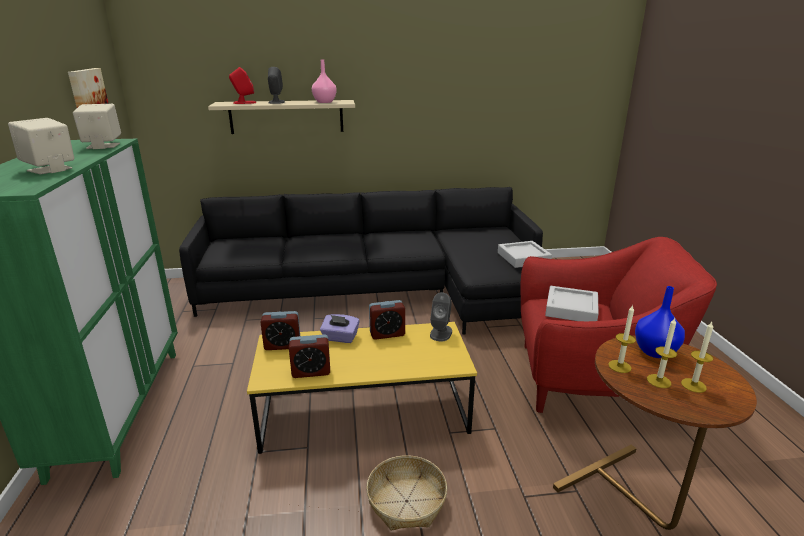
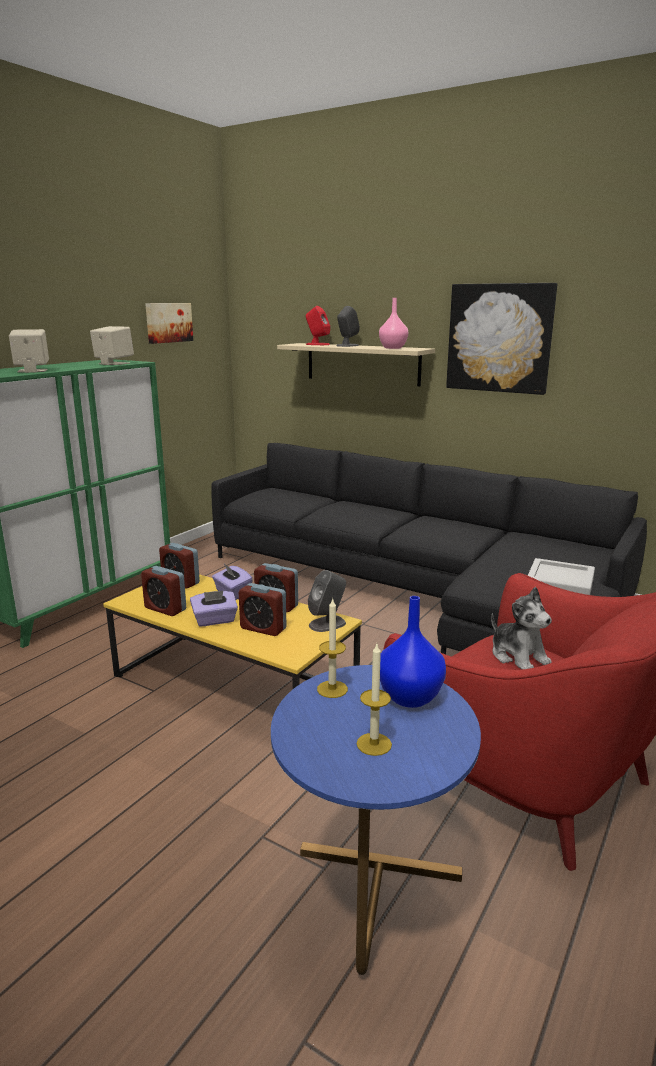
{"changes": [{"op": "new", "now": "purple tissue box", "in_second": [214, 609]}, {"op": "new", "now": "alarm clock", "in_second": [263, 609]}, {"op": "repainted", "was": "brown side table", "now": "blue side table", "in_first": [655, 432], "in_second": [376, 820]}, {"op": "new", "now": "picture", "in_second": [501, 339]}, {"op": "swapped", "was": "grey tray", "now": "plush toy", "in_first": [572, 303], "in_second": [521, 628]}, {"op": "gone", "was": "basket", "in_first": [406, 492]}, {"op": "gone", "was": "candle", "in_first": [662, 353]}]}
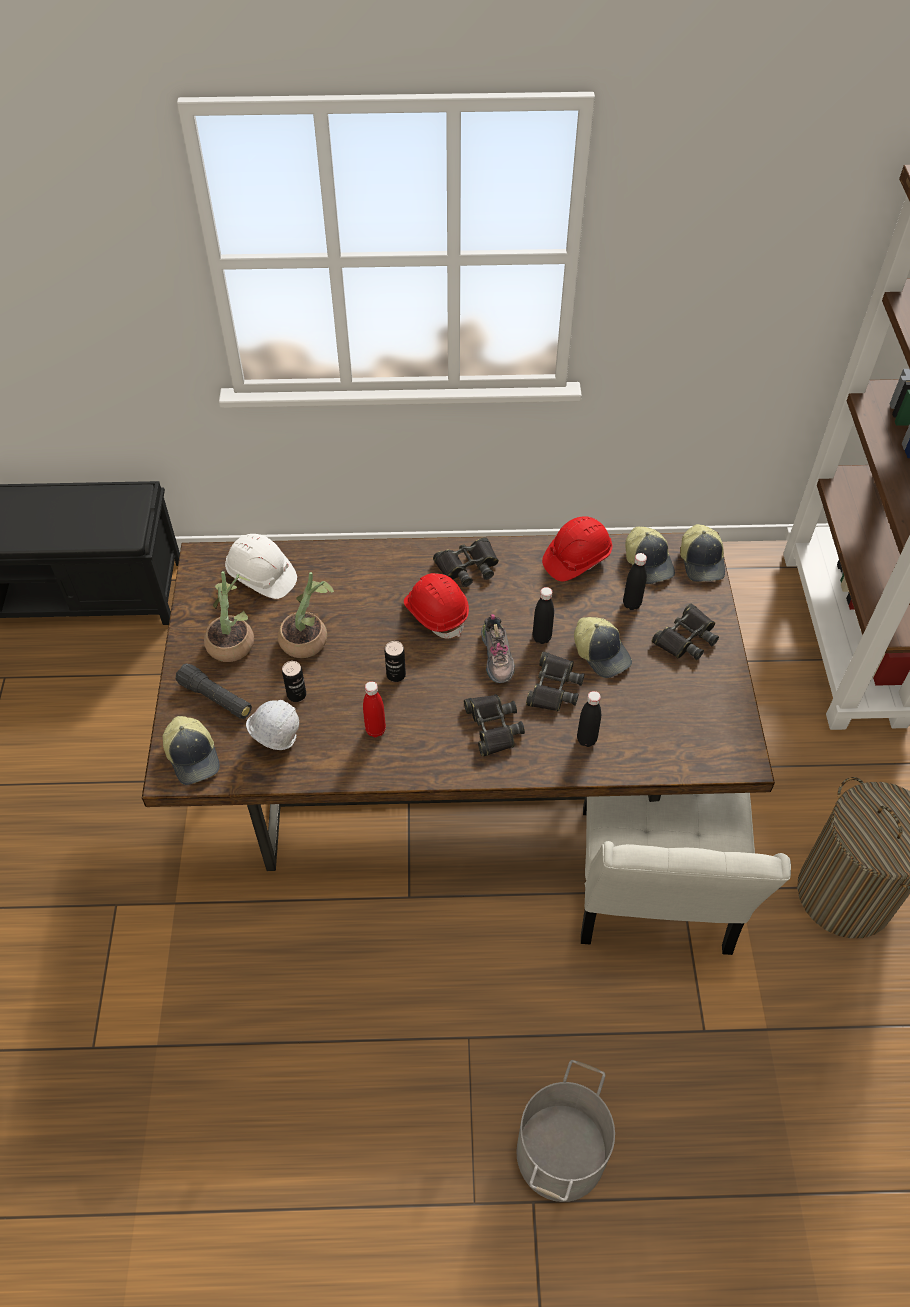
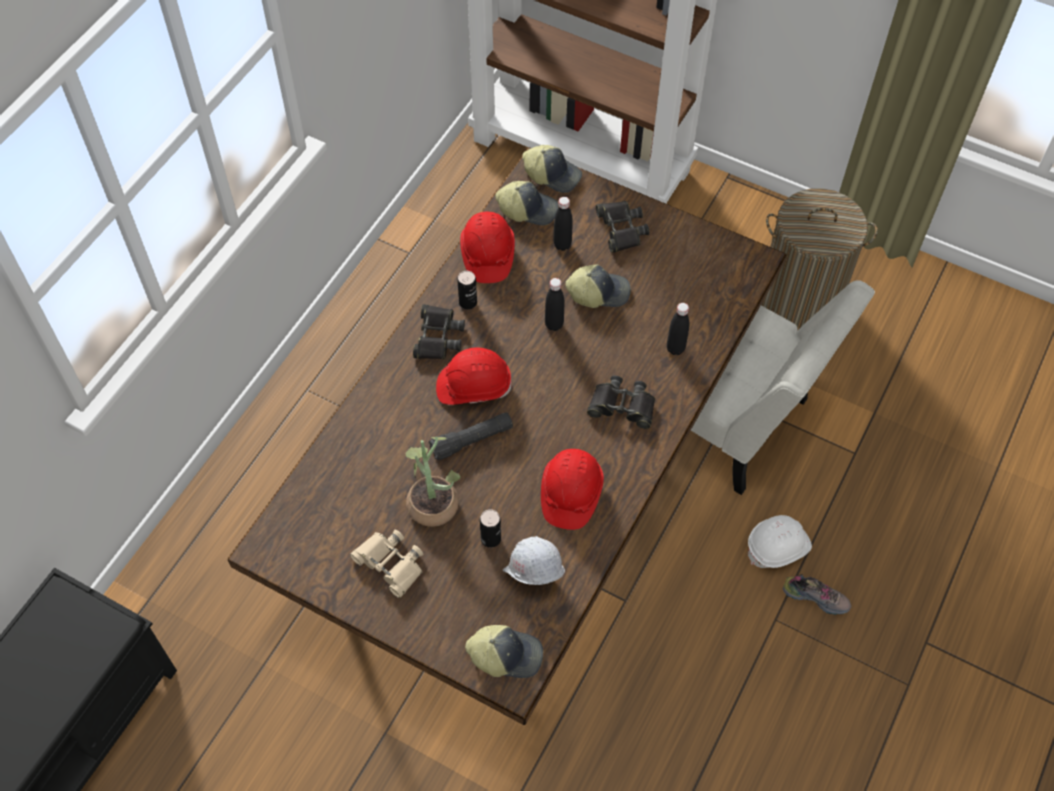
{"changes": [{"op": "swapped", "was": "potted plant", "now": "beige binoculars", "in_first": [229, 616], "in_second": [386, 563]}, {"op": "shifted", "was": "black flashlight", "in_first": [213, 691], "in_second": [471, 436]}, {"op": "shifted", "was": "can", "in_first": [395, 661], "in_second": [467, 290]}, {"op": "swapped", "was": "red bottle", "now": "red hard hat", "in_first": [374, 709], "in_second": [572, 489]}, {"op": "shifted", "was": "white hard hat", "in_first": [261, 566], "in_second": [780, 541]}, {"op": "shifted", "was": "shoe", "in_first": [498, 648], "in_second": [816, 594]}, {"op": "gone", "was": "grey bucket", "in_first": [565, 1131]}, {"op": "gone", "was": "black binoculars", "in_first": [555, 681]}]}
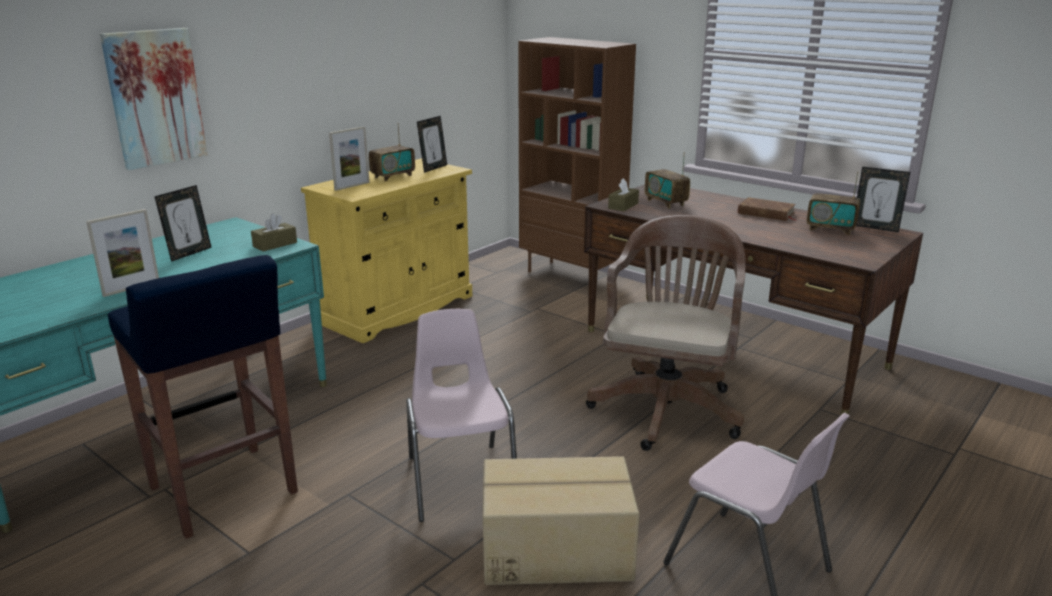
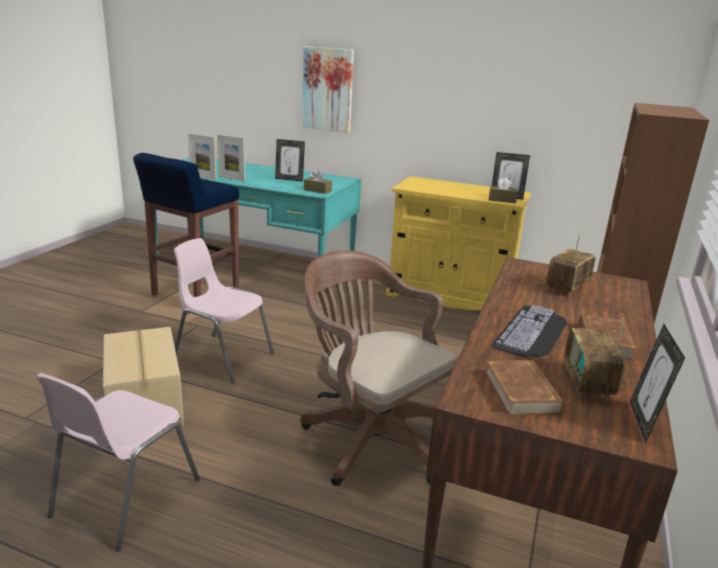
{"changes": [{"op": "rotated", "was": "pink chair", "in_first": [461, 415], "in_second": [224, 310], "clockwise": -120}, {"op": "shifted", "was": "picture frame", "in_first": [349, 158], "in_second": [202, 157]}, {"op": "rotated", "was": "brown office chair", "in_first": [665, 333], "in_second": [378, 368], "clockwise": -135}, {"op": "new", "now": "brown book", "in_second": [524, 387]}, {"op": "shifted", "was": "brown tissue box", "in_first": [623, 194], "in_second": [503, 190]}, {"op": "new", "now": "keyboard", "in_second": [530, 331]}, {"op": "gone", "was": "radio", "in_first": [392, 152]}]}
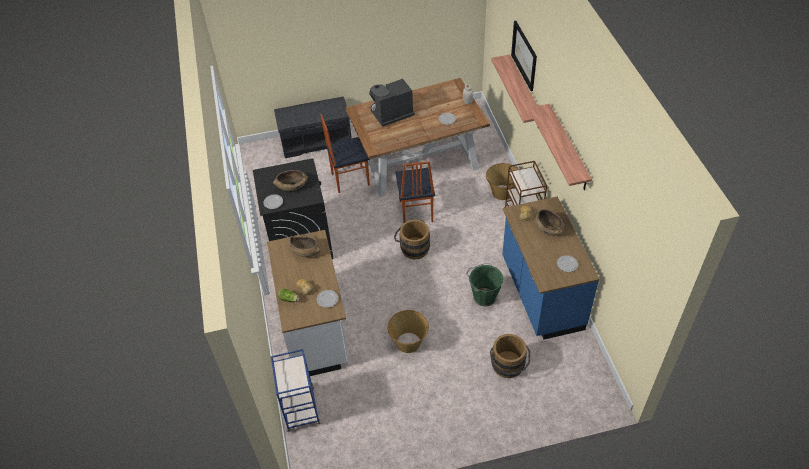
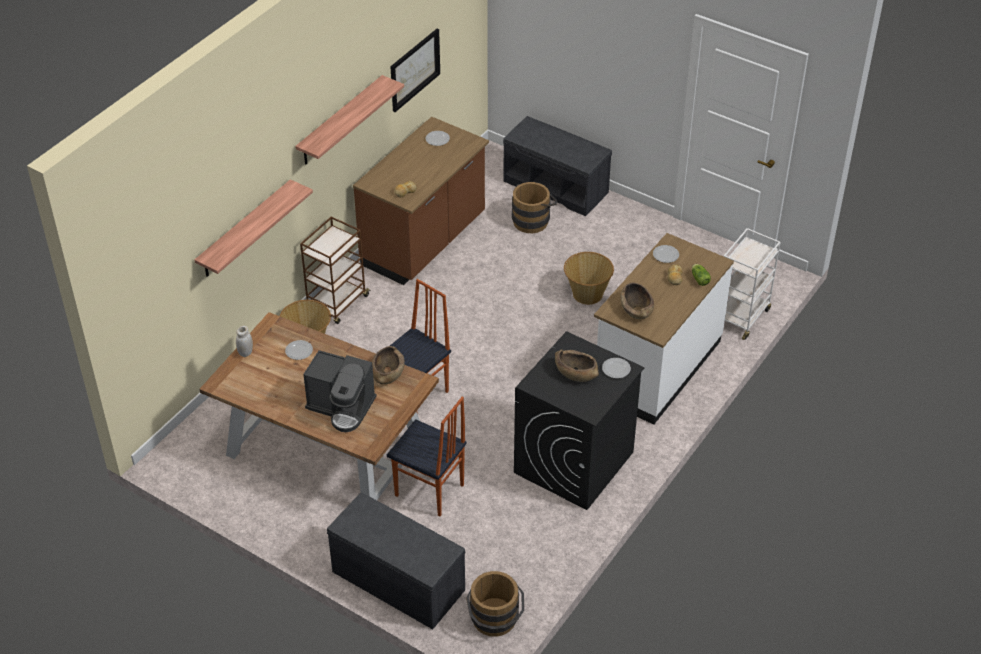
{"changes": [{"op": "repainted", "was": "blue counter", "now": "brown counter", "in_first": [550, 268], "in_second": [421, 201]}, {"op": "shifted", "was": "brown bowl", "in_first": [549, 222], "in_second": [388, 365]}, {"op": "shifted", "was": "picture", "in_first": [524, 56], "in_second": [415, 70]}, {"op": "shifted", "was": "brown bucket", "in_first": [412, 240], "in_second": [495, 604]}, {"op": "new", "now": "grey bench", "in_second": [557, 166]}, {"op": "repainted", "was": "blue cart", "now": "white cart", "in_first": [296, 390], "in_second": [752, 284]}, {"op": "gone", "was": "green bucket", "in_first": [484, 284]}]}
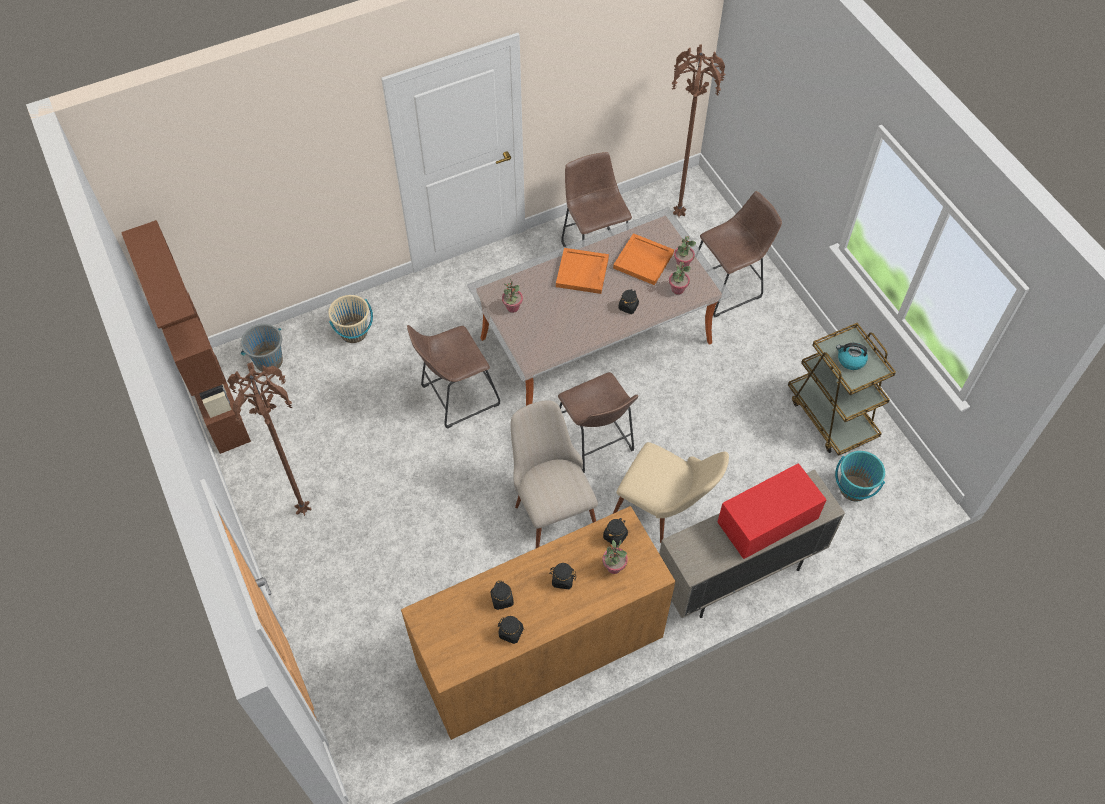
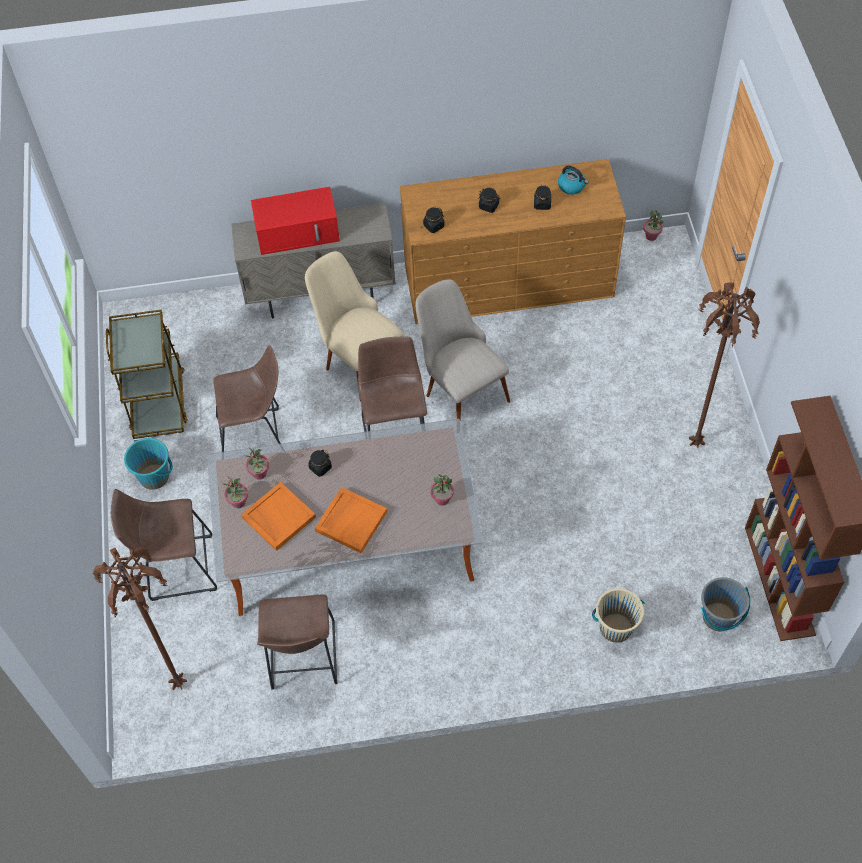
{"changes": [{"op": "shifted", "was": "turquoise bucket", "in_first": [860, 476], "in_second": [148, 464]}, {"op": "shifted", "was": "brown stool", "in_first": [453, 377], "in_second": [247, 398]}, {"op": "rotated", "was": "beige chair", "in_first": [554, 474], "in_second": [462, 349], "clockwise": 150}, {"op": "shifted", "was": "kettle", "in_first": [852, 356], "in_second": [573, 180]}, {"op": "shifted", "was": "potted plant", "in_first": [615, 557], "in_second": [653, 225]}, {"op": "gone", "was": "black jar", "in_first": [511, 630]}]}
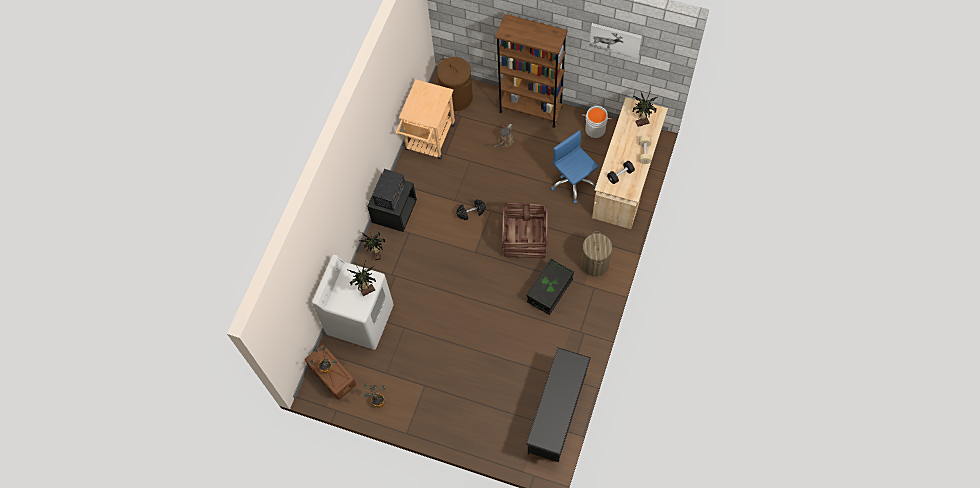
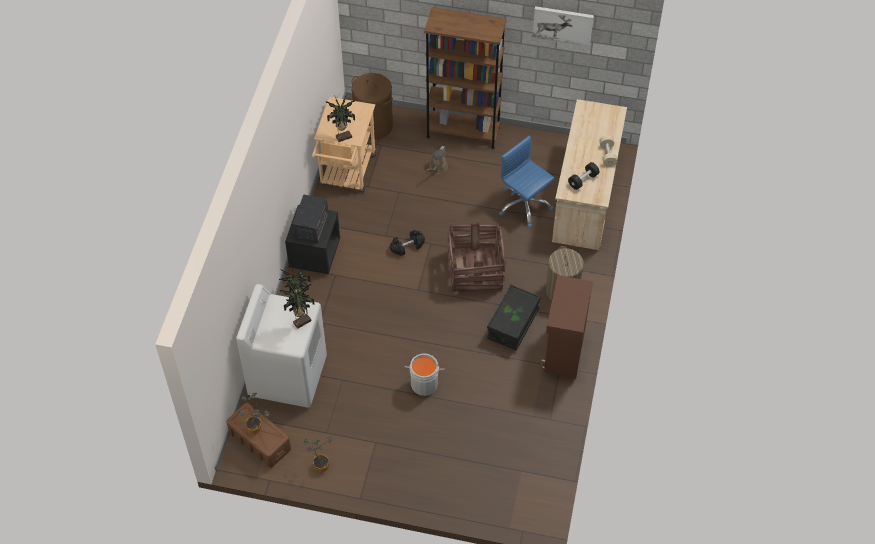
{"changes": [{"op": "shifted", "was": "potted plant", "in_first": [645, 108], "in_second": [340, 118]}, {"op": "shifted", "was": "grey bucket", "in_first": [597, 122], "in_second": [424, 374]}, {"op": "new", "now": "brown cabinet", "in_second": [567, 326]}, {"op": "gone", "was": "black shoe rack", "in_first": [558, 405]}]}
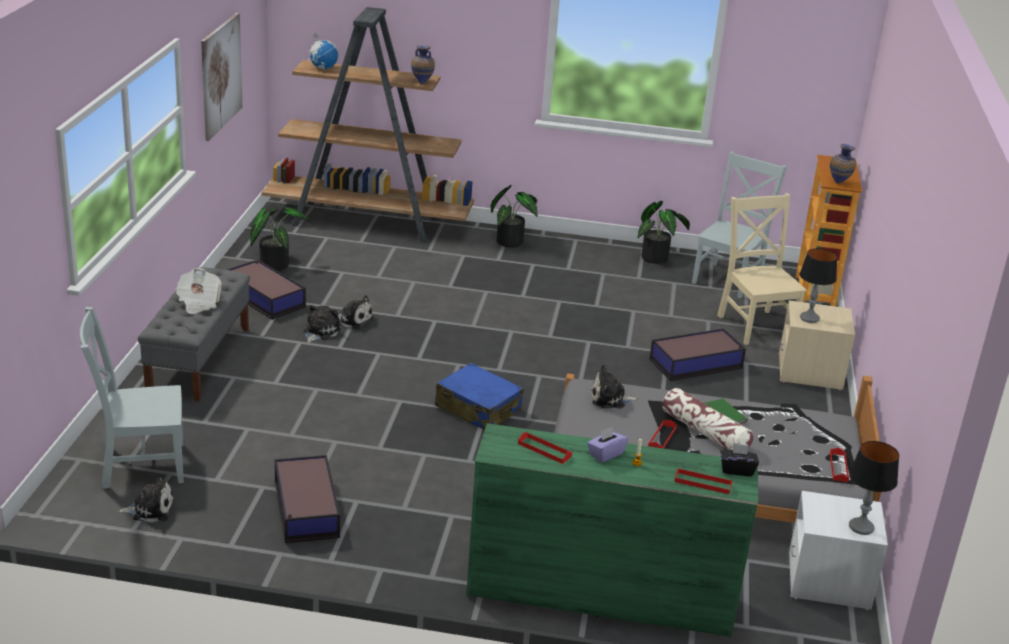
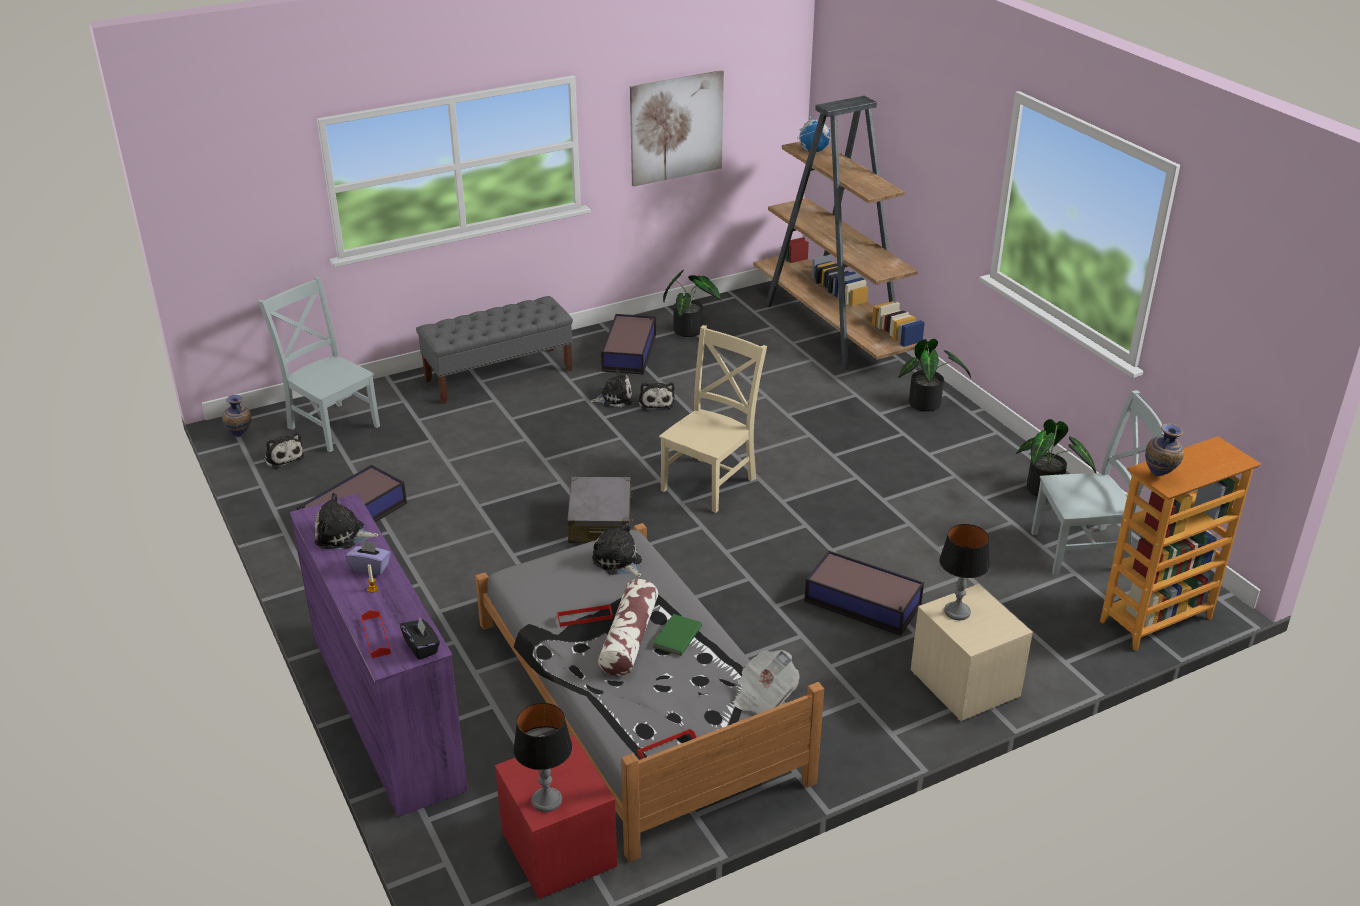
{"changes": [{"op": "shifted", "was": "vase", "in_first": [423, 64], "in_second": [236, 416]}, {"op": "repainted", "was": "green dresser", "now": "purple dresser", "in_first": [612, 530], "in_second": [379, 655]}, {"op": "swapped", "was": "red tray", "now": "plush toy", "in_first": [545, 448], "in_second": [346, 520]}, {"op": "repainted", "was": "white nightstand", "now": "red nightstand", "in_first": [838, 550], "in_second": [556, 817]}, {"op": "repainted", "was": "blue suitcase", "now": "grey suitcase", "in_first": [479, 396], "in_second": [600, 510]}, {"op": "shifted", "was": "beige chair", "in_first": [762, 269], "in_second": [713, 419]}, {"op": "shifted", "was": "newspaper", "in_first": [198, 291], "in_second": [766, 682]}]}
